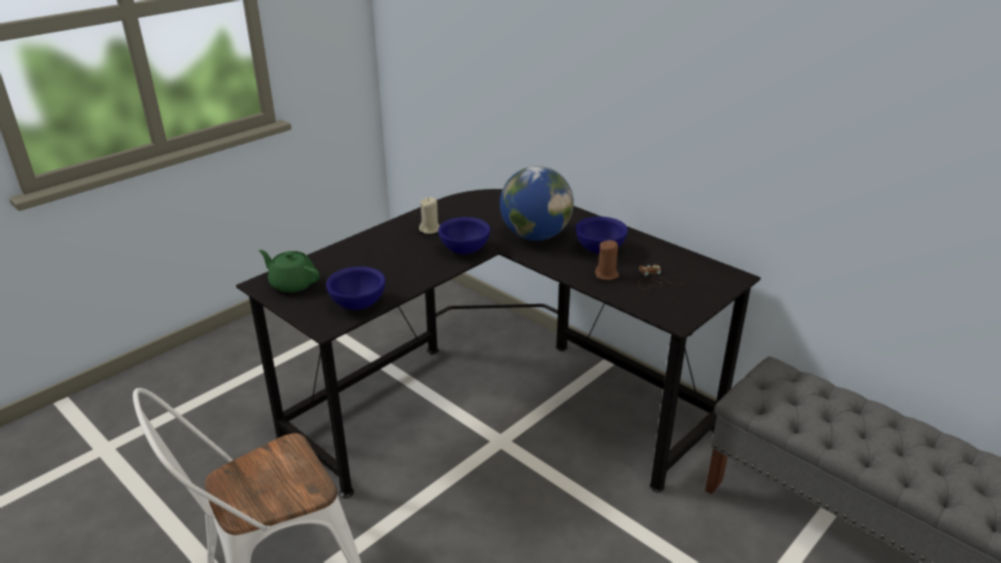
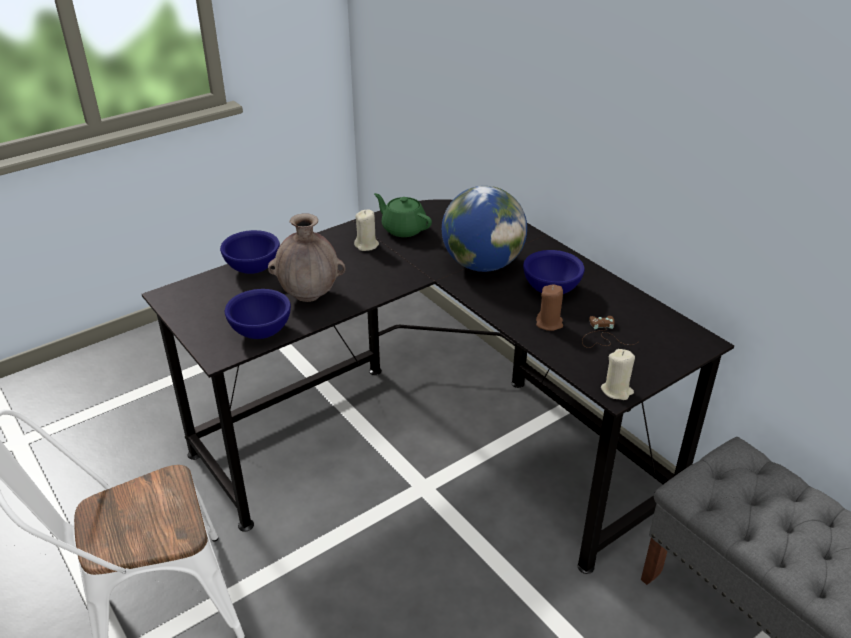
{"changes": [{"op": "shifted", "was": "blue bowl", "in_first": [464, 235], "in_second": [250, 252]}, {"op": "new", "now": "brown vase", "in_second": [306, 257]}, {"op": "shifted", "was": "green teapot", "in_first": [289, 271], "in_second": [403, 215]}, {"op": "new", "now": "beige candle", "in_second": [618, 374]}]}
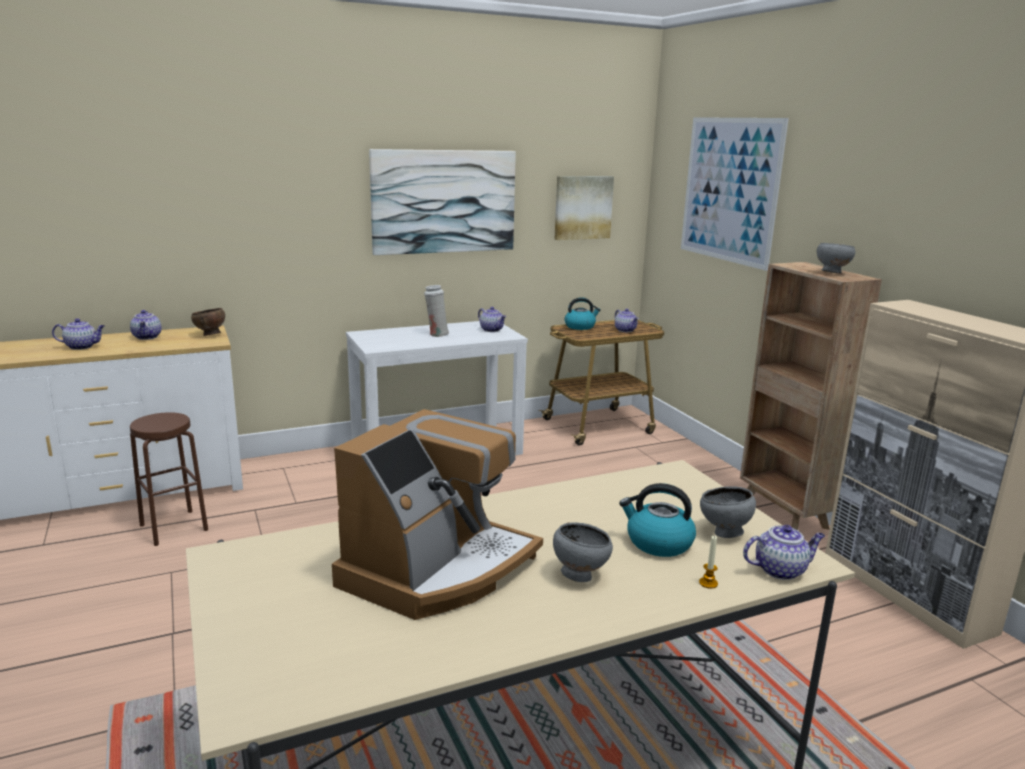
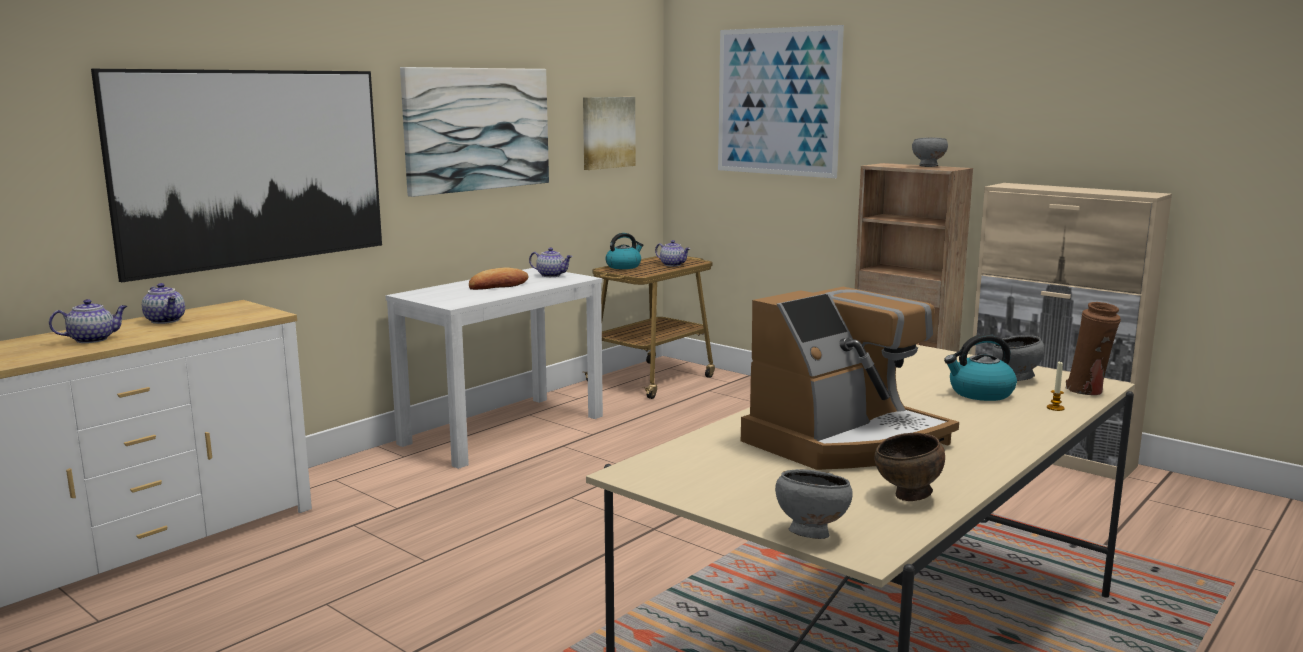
{"changes": [{"op": "new", "now": "picture", "in_second": [236, 175]}, {"op": "swapped", "was": "white vase", "now": "bread", "in_first": [436, 311], "in_second": [499, 278]}, {"op": "rotated", "was": "coffee machine", "in_first": [437, 514], "in_second": [850, 378], "clockwise": 45}, {"op": "shifted", "was": "grey bowl", "in_first": [583, 552], "in_second": [814, 504]}, {"op": "shifted", "was": "brown bowl", "in_first": [208, 322], "in_second": [909, 467]}, {"op": "swapped", "was": "teapot", "now": "brown vase", "in_first": [784, 552], "in_second": [1093, 348]}, {"op": "gone", "was": "brown stool", "in_first": [169, 479]}]}
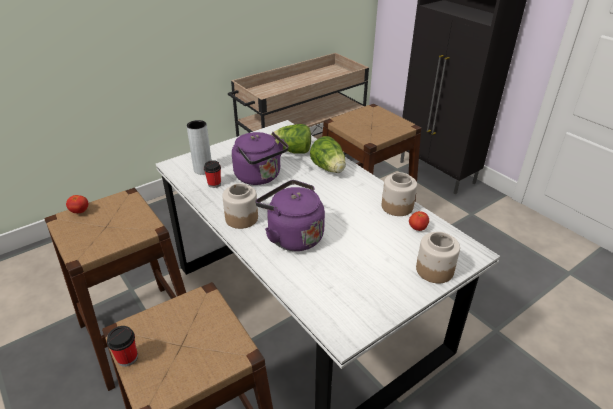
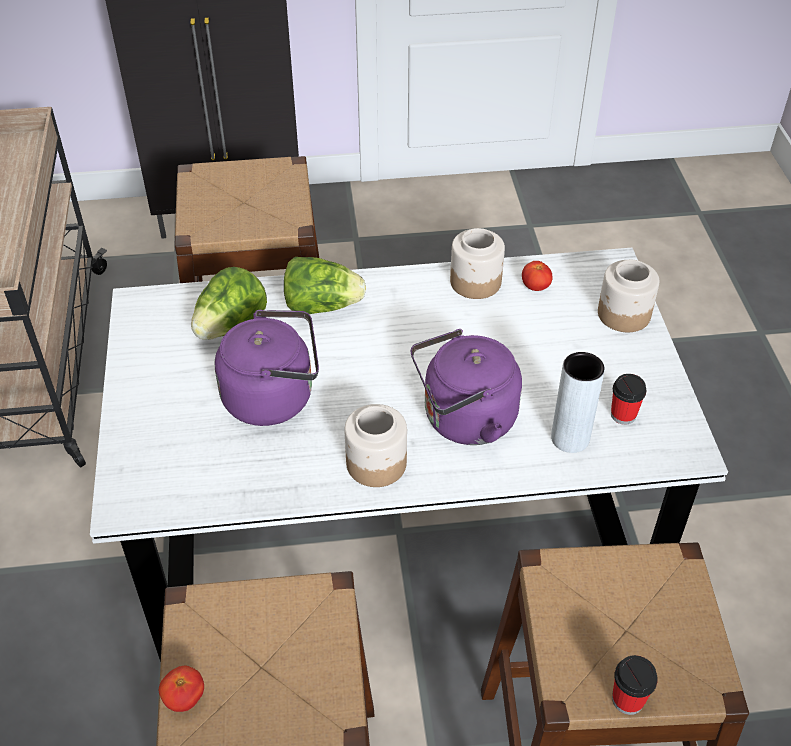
{"changes": [{"op": "shifted", "was": "grey vase", "in_first": [199, 147], "in_second": [578, 402]}, {"op": "shifted", "was": "cup", "in_first": [212, 174], "in_second": [629, 399]}]}
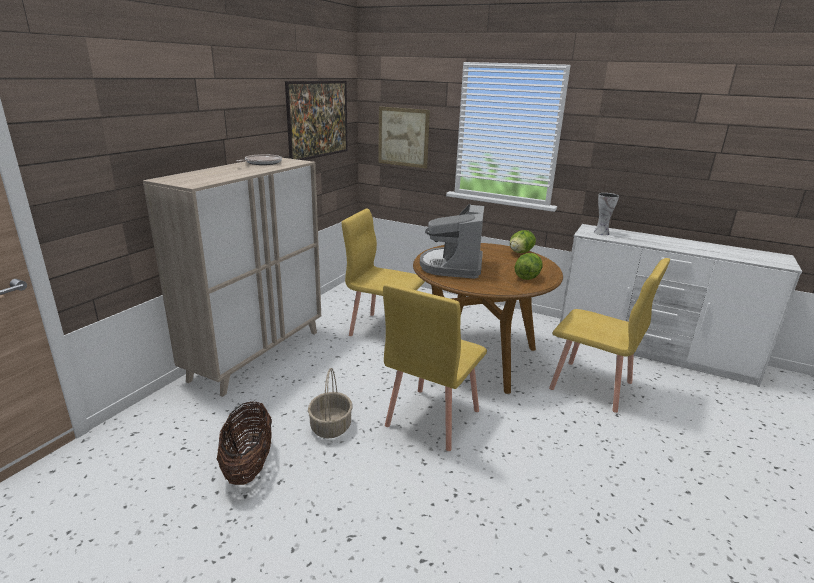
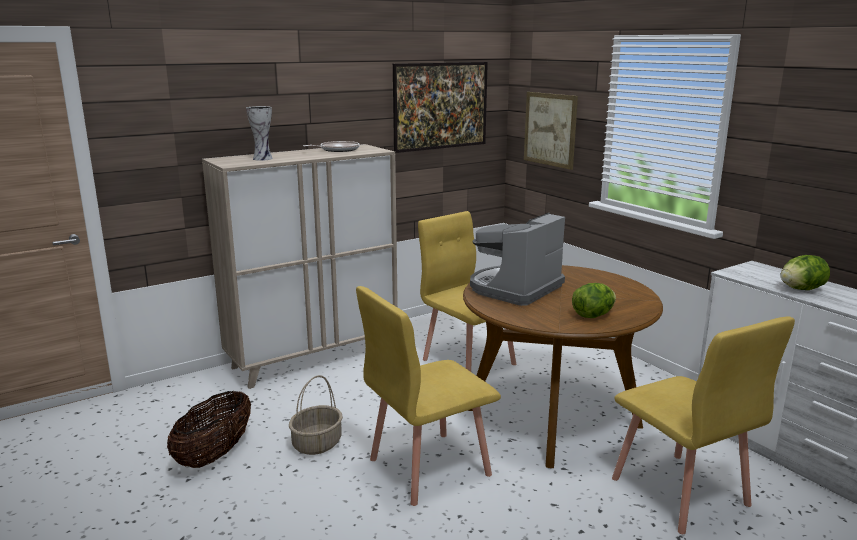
{"changes": [{"op": "shifted", "was": "vase", "in_first": [606, 214], "in_second": [259, 133]}, {"op": "shifted", "was": "lettuce", "in_first": [523, 241], "in_second": [805, 272]}]}
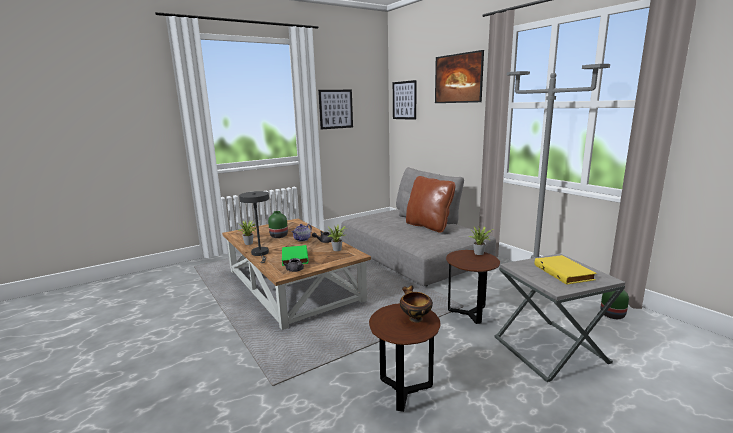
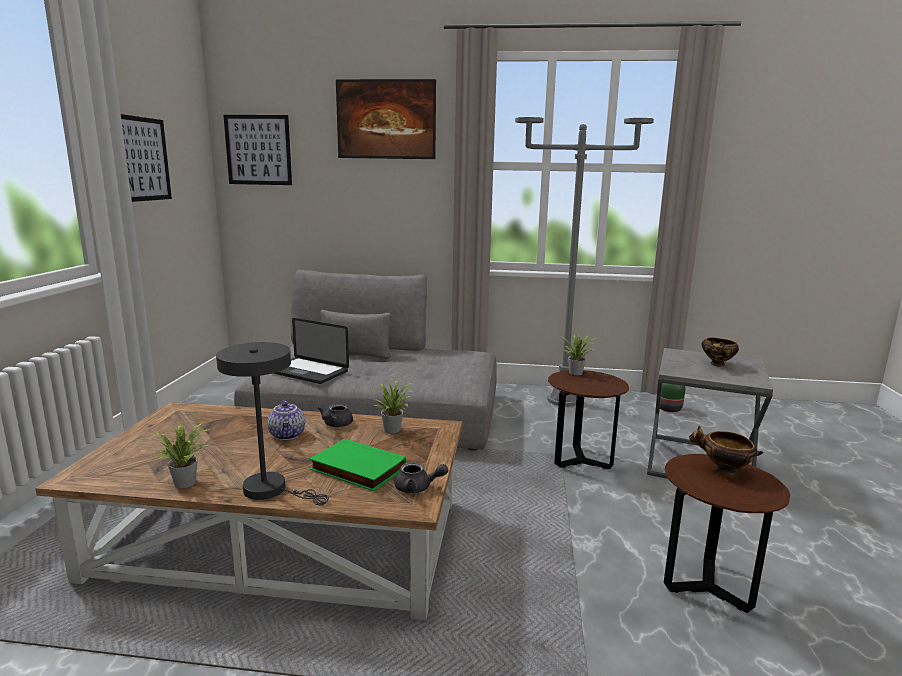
{"changes": [{"op": "new", "now": "laptop", "in_second": [311, 351]}, {"op": "swapped", "was": "yellow book", "now": "bowl", "in_first": [566, 270], "in_second": [720, 351]}, {"op": "gone", "was": "green vase", "in_first": [278, 224]}, {"op": "gone", "was": "brown pillow", "in_first": [430, 204]}]}
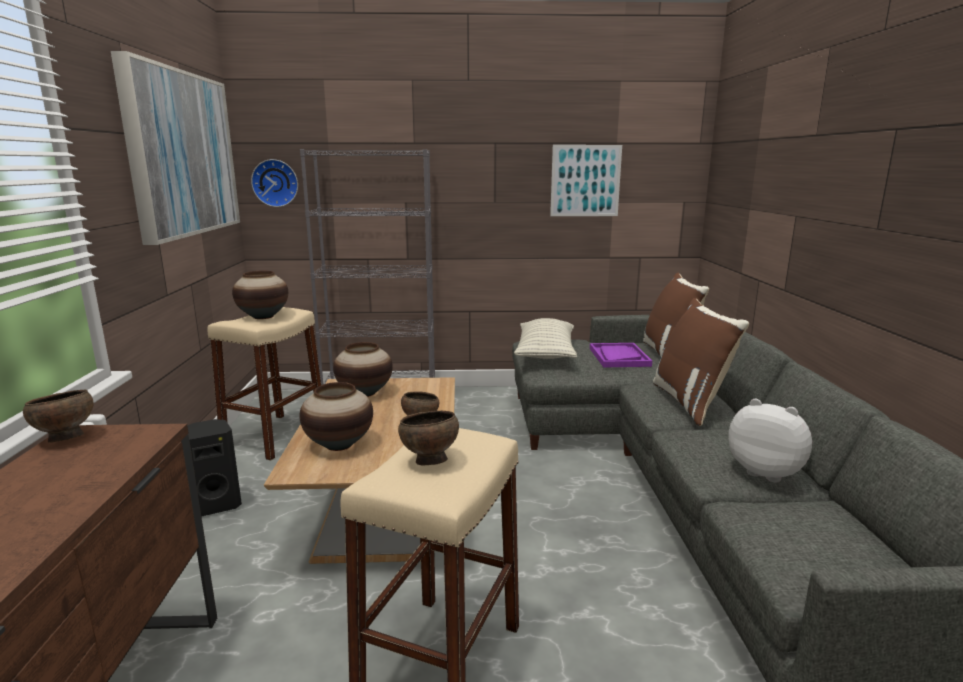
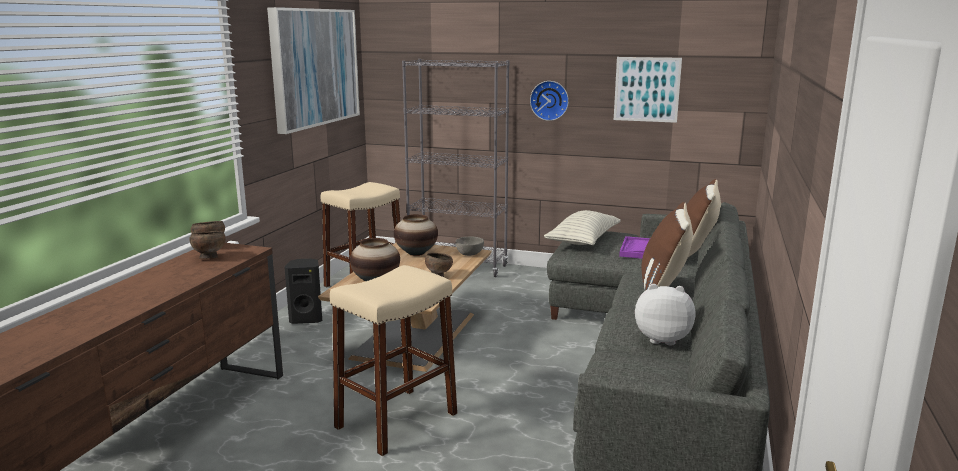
{"changes": [{"op": "shifted", "was": "brown bowl", "in_first": [428, 438], "in_second": [207, 245]}, {"op": "new", "now": "grey bowl", "in_second": [470, 246]}, {"op": "shifted", "was": "wall clock", "in_first": [274, 183], "in_second": [549, 101]}, {"op": "rotated", "was": "plush toy", "in_first": [770, 440], "in_second": [665, 315], "clockwise": -45}, {"op": "gone", "was": "vase", "in_first": [260, 295]}]}
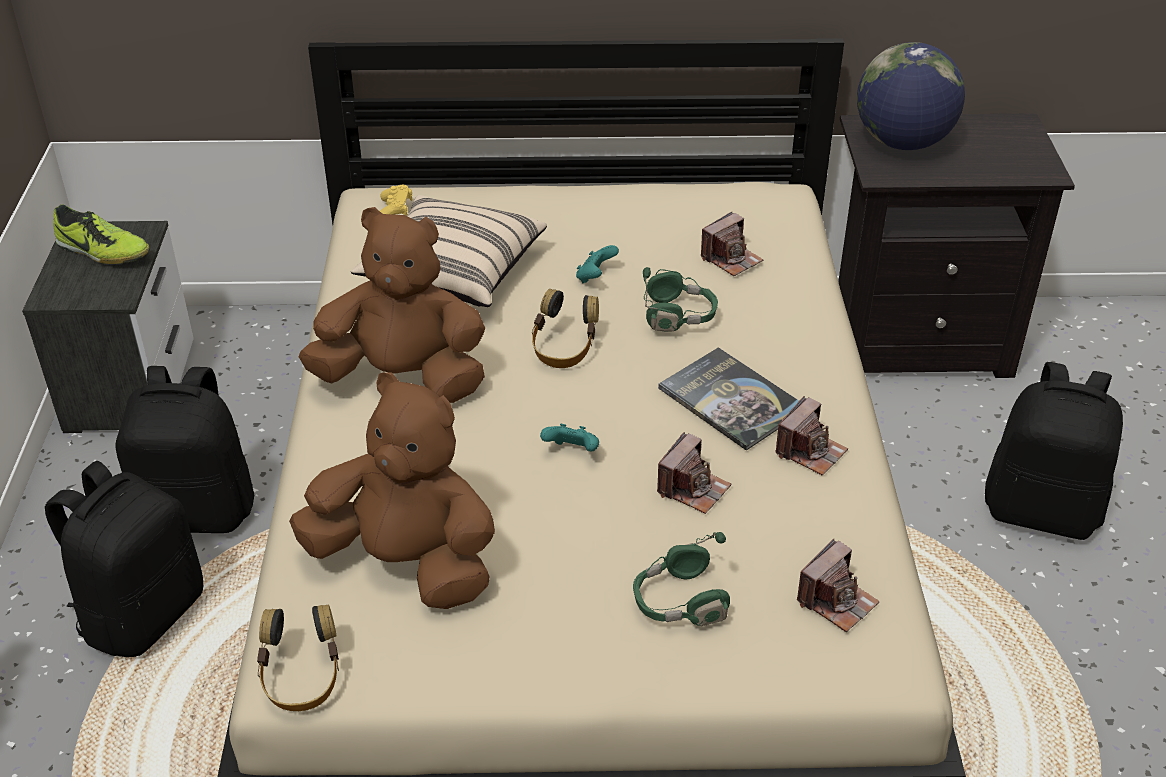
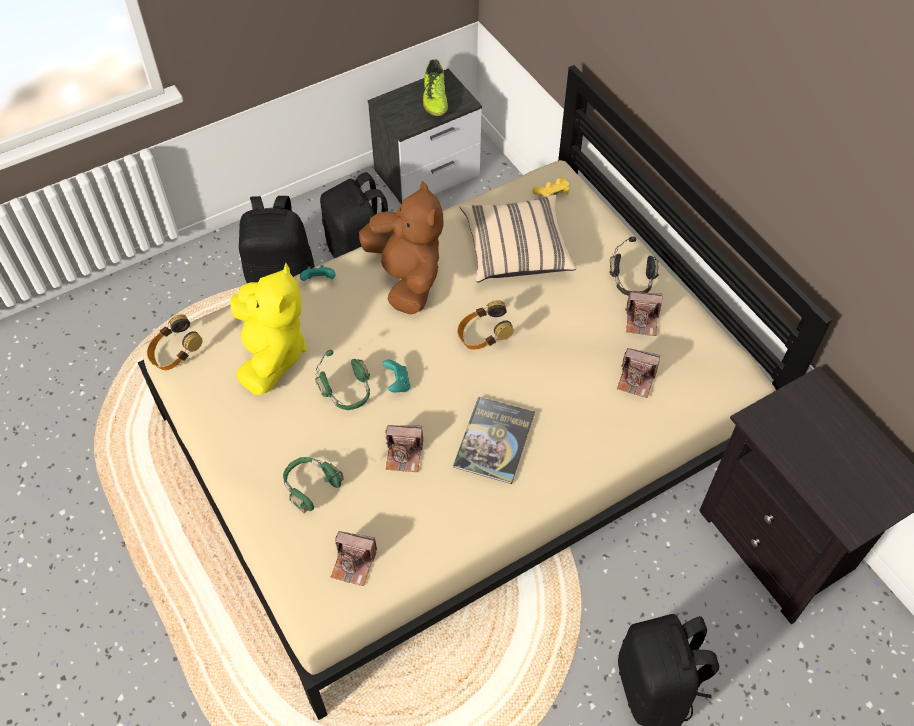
{"changes": [{"op": "repainted", "was": "brown plush toy", "now": "yellow plush toy", "in_first": [392, 490], "in_second": [268, 329]}, {"op": "shifted", "was": "turquoise game controller", "in_first": [597, 264], "in_second": [318, 273]}, {"op": "shifted", "was": "green headphones", "in_first": [680, 299], "in_second": [342, 380]}, {"op": "new", "now": "black headphones", "in_second": [634, 266]}, {"op": "shifted", "was": "photo camera", "in_first": [811, 435], "in_second": [643, 314]}, {"op": "gone", "was": "globe", "in_first": [911, 96]}]}
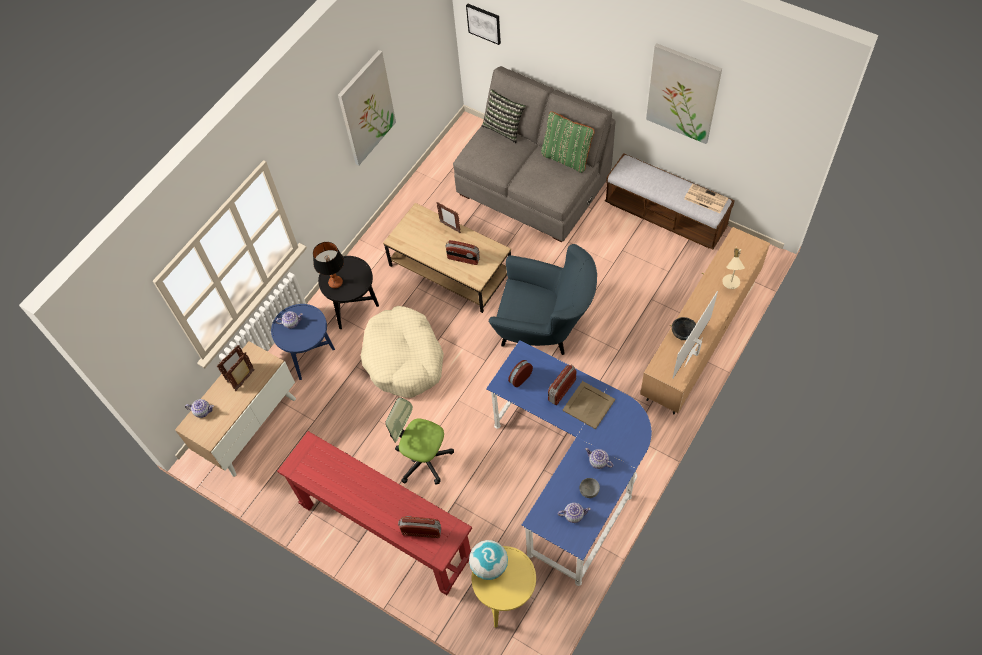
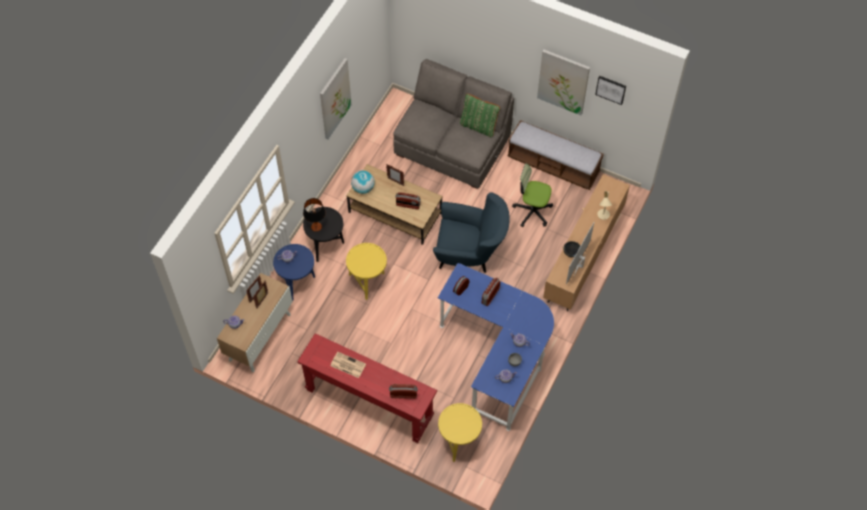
{"changes": [{"op": "shifted", "was": "newspaper", "in_first": [706, 198], "in_second": [348, 365]}, {"op": "swapped", "was": "beige dog bed", "now": "yellow side table", "in_first": [402, 352], "in_second": [366, 271]}, {"op": "shifted", "was": "globe", "in_first": [488, 560], "in_second": [363, 182]}, {"op": "shifted", "was": "office chair", "in_first": [419, 441], "in_second": [532, 195]}, {"op": "shifted", "was": "picture", "in_first": [483, 24], "in_second": [610, 90]}, {"op": "gone", "was": "pillow", "in_first": [503, 116]}, {"op": "gone", "was": "beige tray", "in_first": [588, 405]}]}
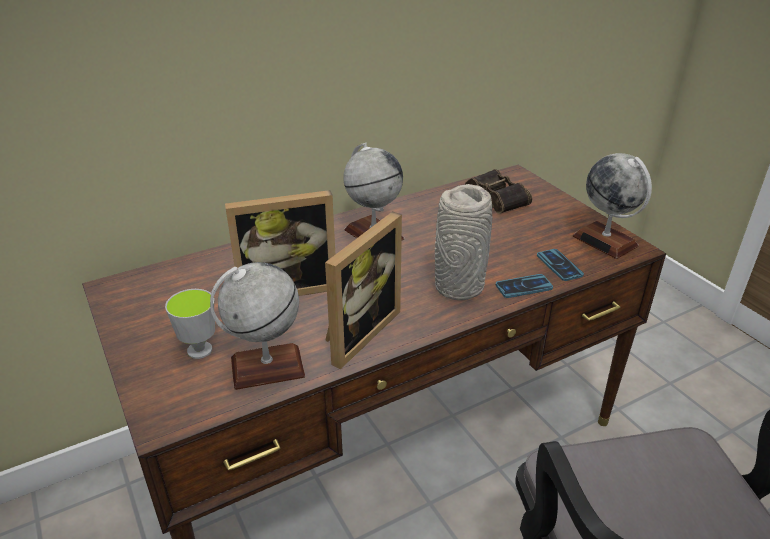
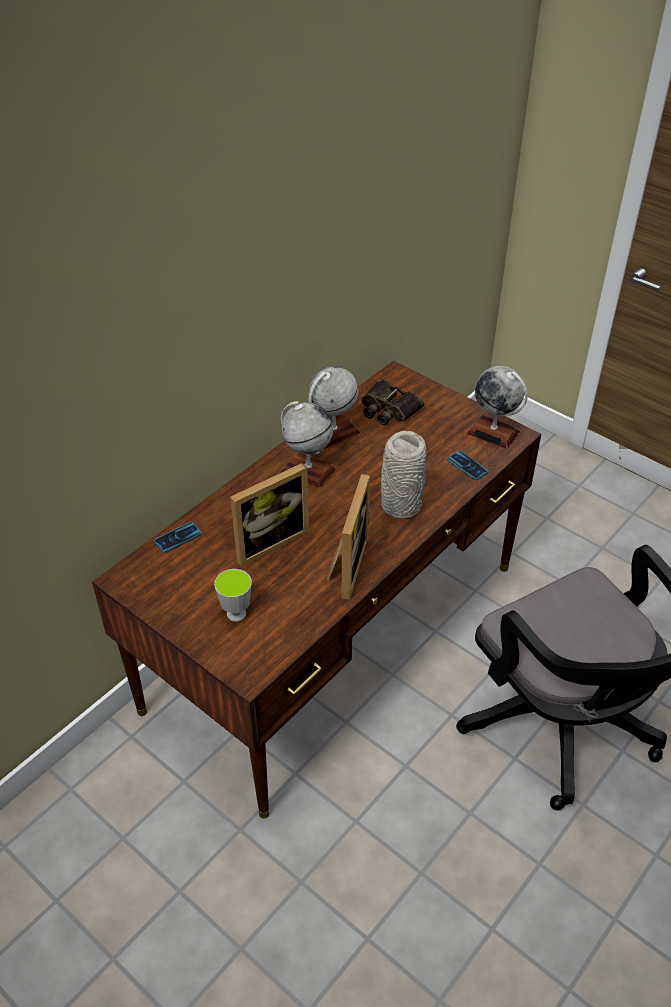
{"changes": [{"op": "shifted", "was": "phone", "in_first": [524, 286], "in_second": [178, 537]}, {"op": "shifted", "was": "globe", "in_first": [257, 326], "in_second": [334, 407]}]}
